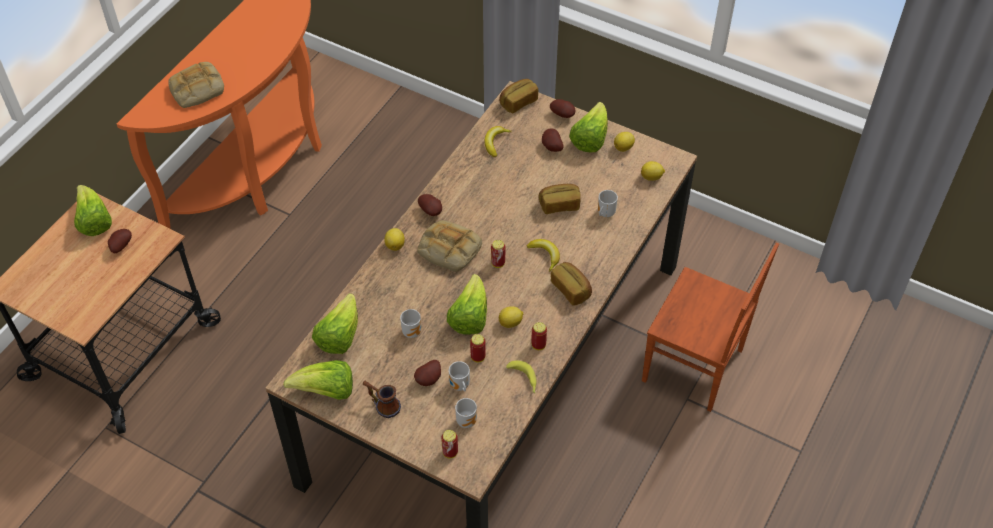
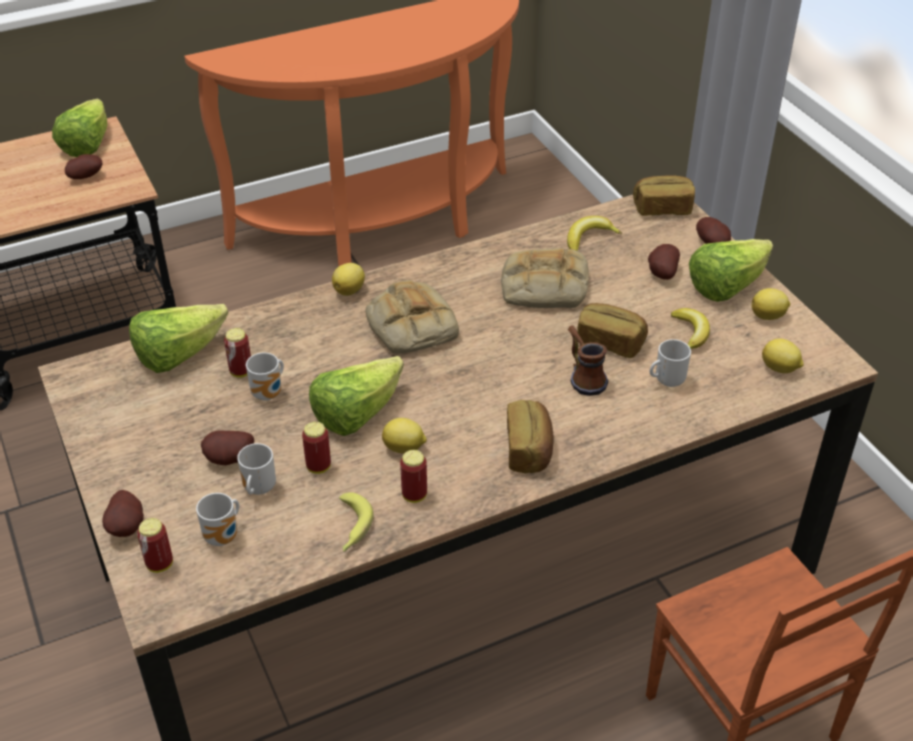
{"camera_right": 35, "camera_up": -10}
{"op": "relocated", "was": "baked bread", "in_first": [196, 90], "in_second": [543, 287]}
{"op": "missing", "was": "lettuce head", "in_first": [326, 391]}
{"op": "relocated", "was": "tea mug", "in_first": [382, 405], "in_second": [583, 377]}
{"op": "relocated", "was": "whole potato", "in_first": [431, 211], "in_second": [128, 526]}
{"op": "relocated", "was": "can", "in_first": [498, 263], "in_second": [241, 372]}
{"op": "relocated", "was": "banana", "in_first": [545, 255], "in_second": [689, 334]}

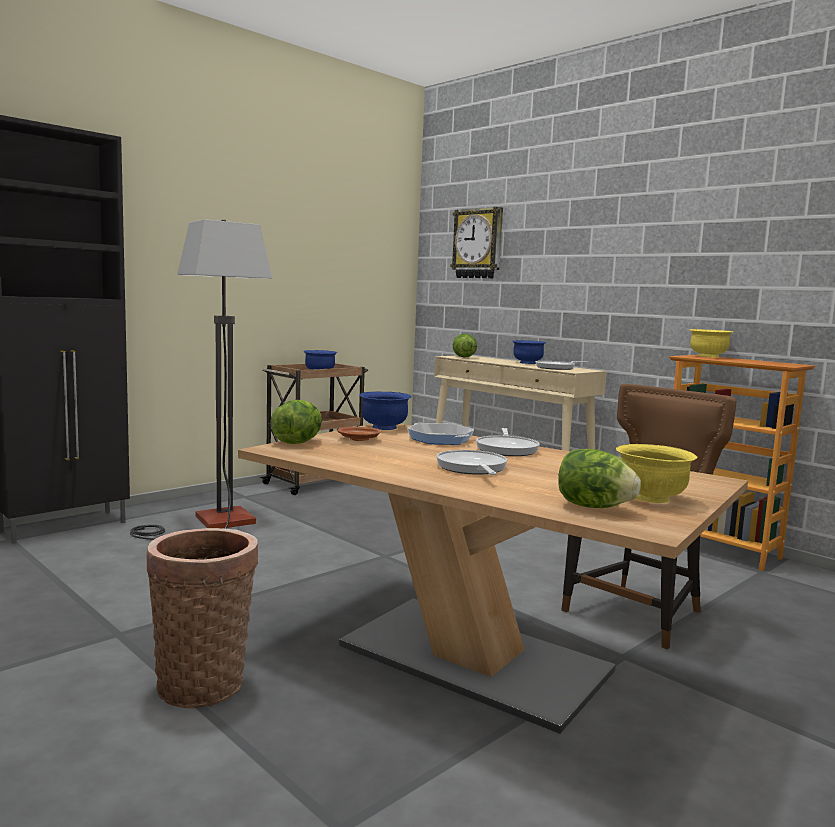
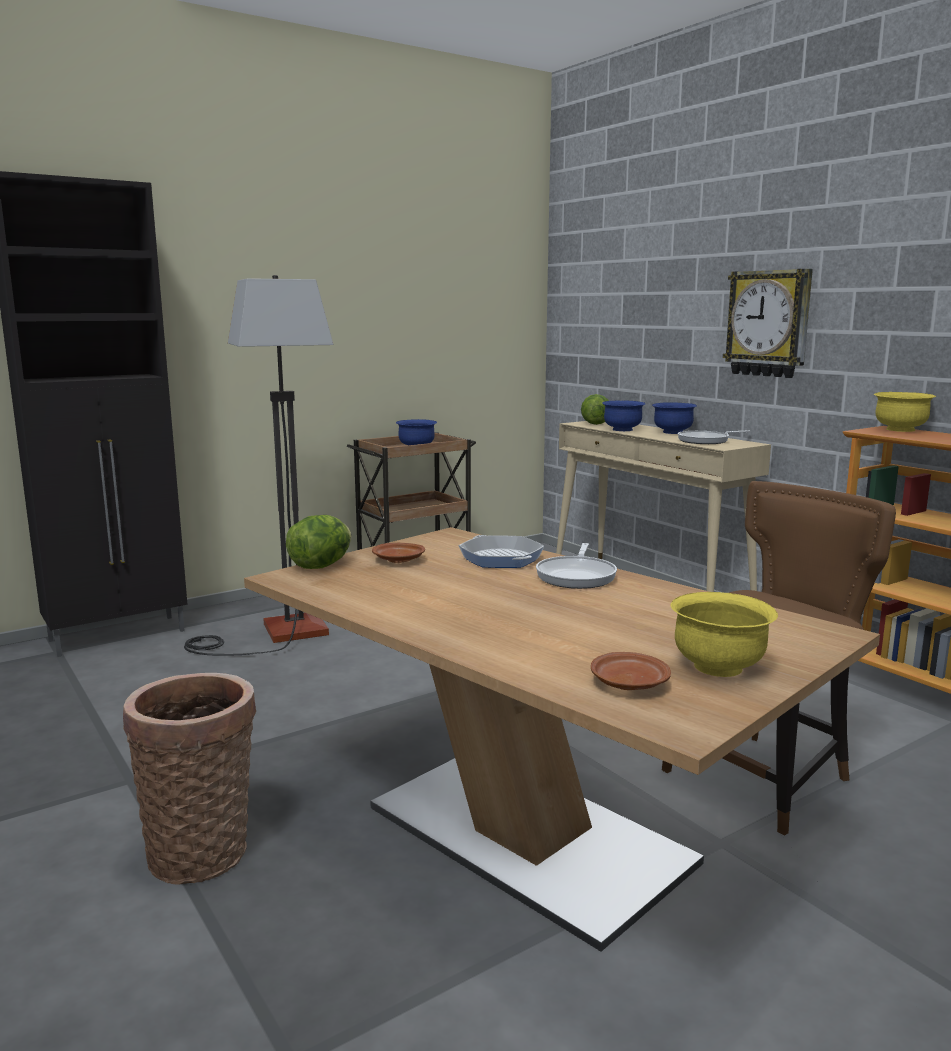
{"camera_right": 10, "camera_up": 5}
{"op": "relocated", "was": "bluish deep dish", "in_first": [384, 427], "in_second": [622, 430]}
{"op": "missing", "was": "frying pan", "in_first": [472, 468]}
{"op": "relocated", "was": "hanging clock", "in_first": [478, 244], "in_second": [768, 323]}
{"op": "exchanged", "was": "lettuce head", "now": "brown dinner plate", "in_first": [593, 507], "in_second": [628, 683]}

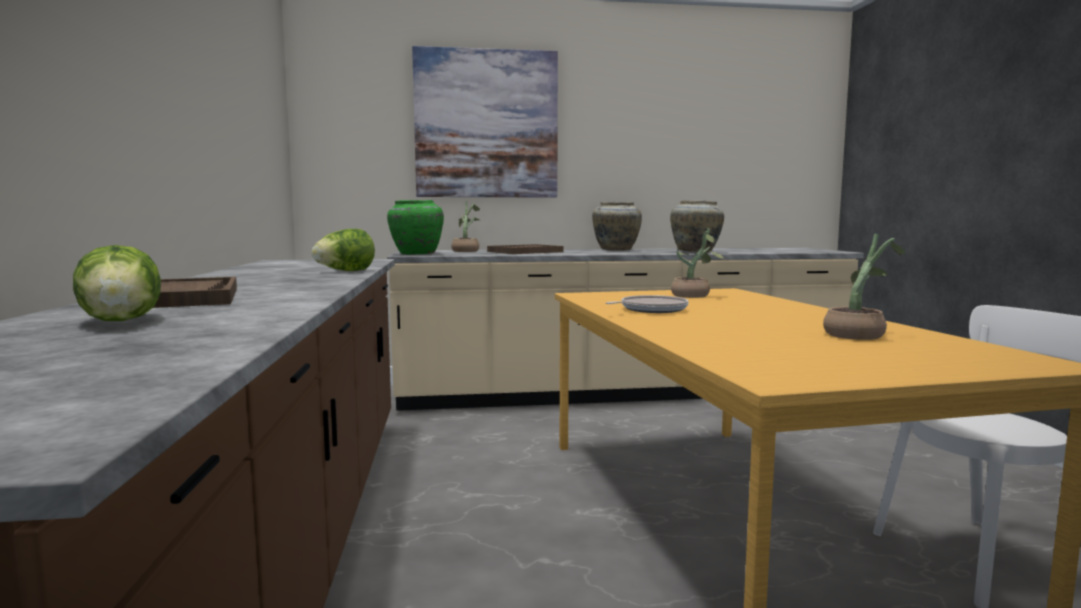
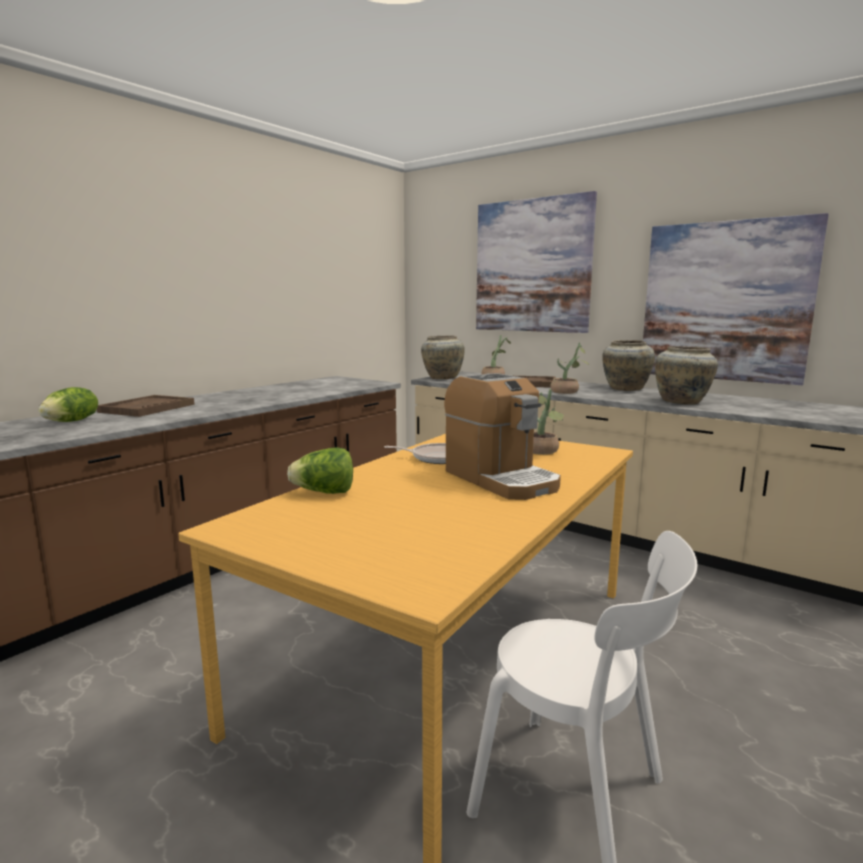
{"camera_right": 45, "camera_up": 5}
{"op": "relocated", "was": "lettuce head", "in_first": [345, 271], "in_second": [324, 492]}
{"op": "colour", "was": "greenish flower vase", "now": "sand-coloured flower vase", "in_first": [415, 254], "in_second": [442, 378]}
{"op": "relocated", "was": "plant in a pot", "in_first": [859, 334], "in_second": [568, 392]}
{"op": "appeared", "now": "coffee maker", "in_second": [501, 479]}
{"op": "appeared", "now": "wall picture", "in_second": [725, 302]}

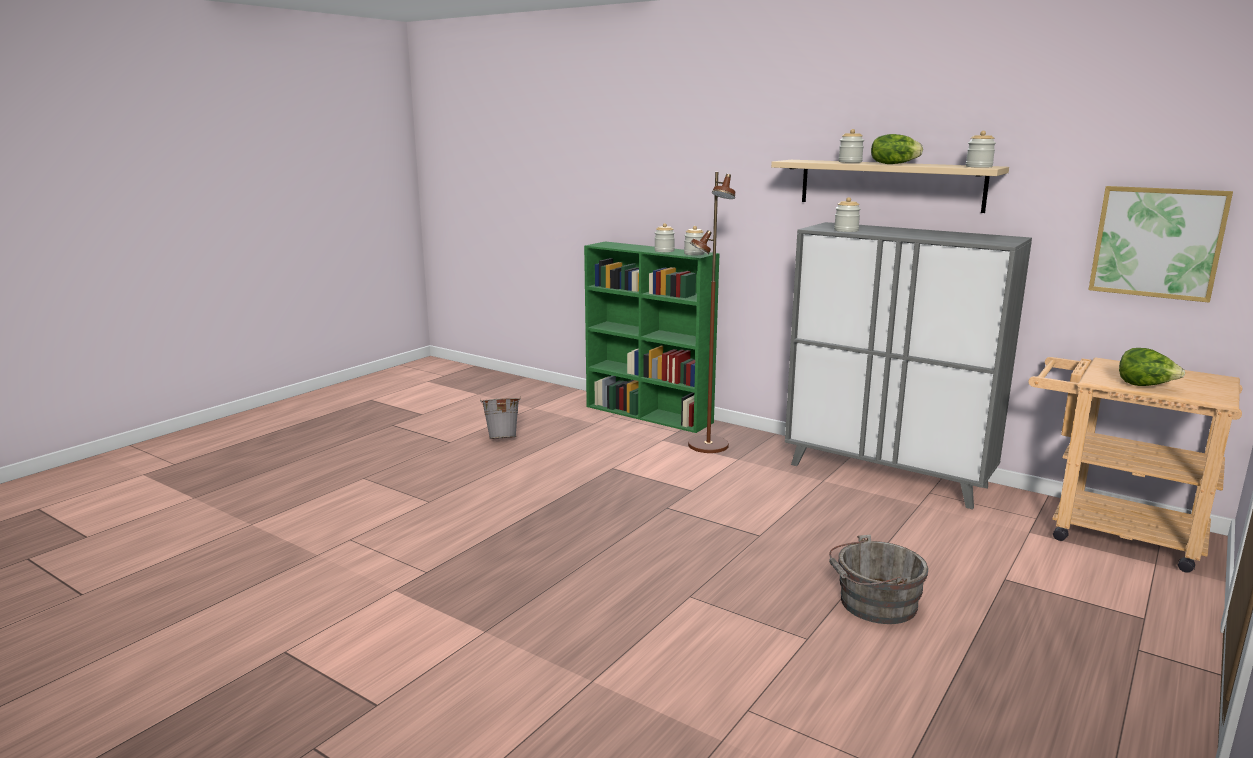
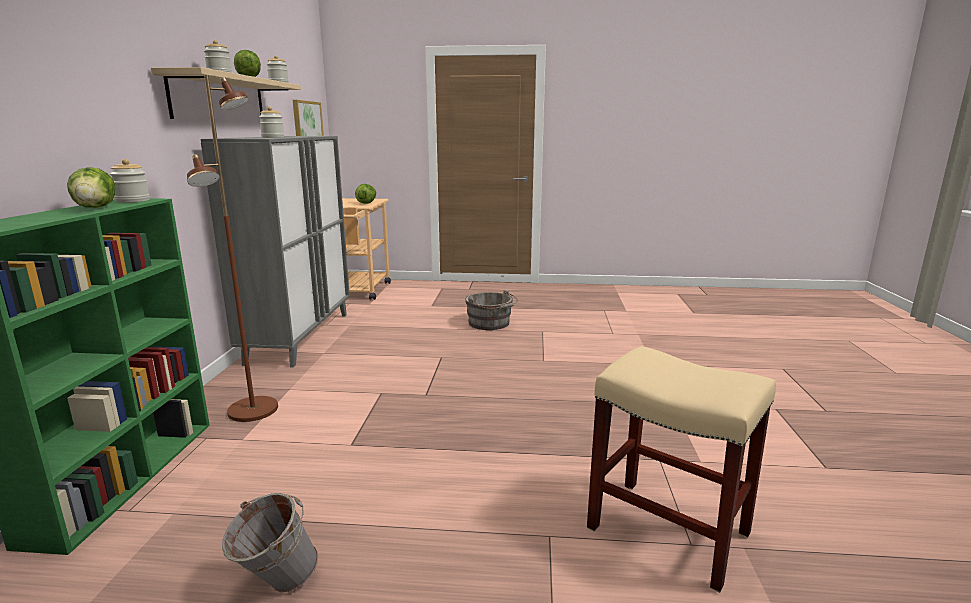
{"camera_right": -120, "camera_up": 0}
{"op": "exchanged", "was": "jar", "now": "lettuce head", "in_first": [664, 251], "in_second": [97, 207]}
{"op": "appeared", "now": "sand-coloured sitting stool", "in_second": [669, 530]}

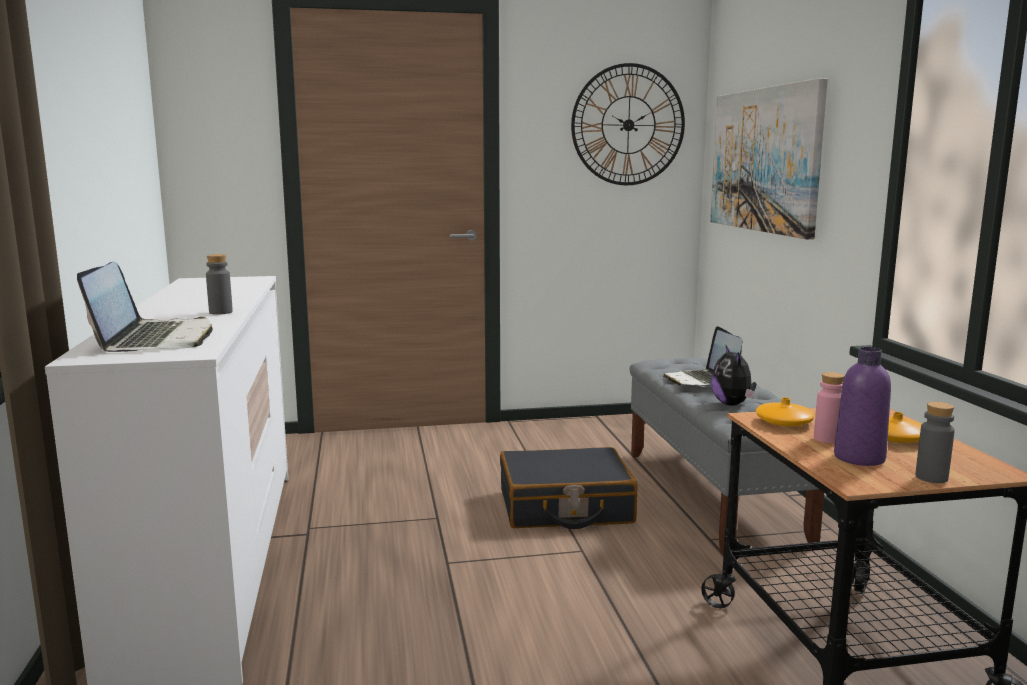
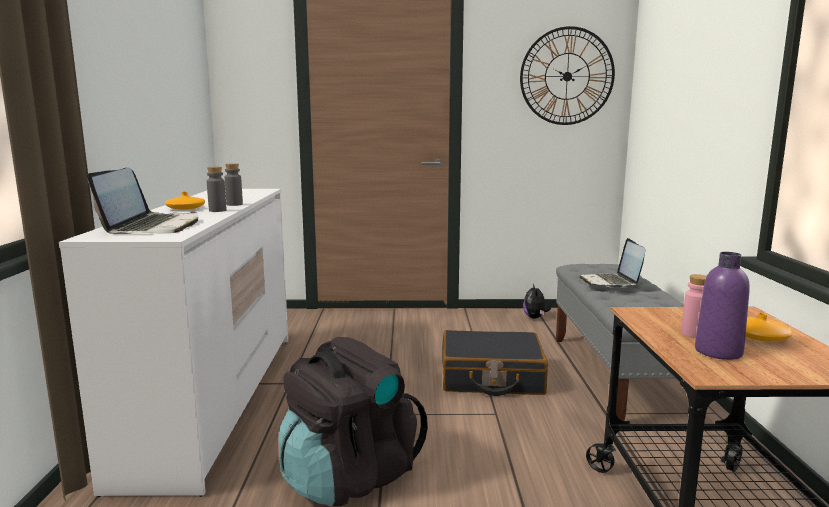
{"camera_right": 10, "camera_up": 0}
{"op": "missing", "was": "wall picture", "in_first": [764, 160]}
{"op": "relocated", "was": "cuddly toy", "in_first": [732, 404], "in_second": [535, 317]}
{"op": "relocated", "was": "orange-coloured flower vase", "in_first": [784, 422], "in_second": [185, 208]}
{"op": "relocated", "was": "grey bottle", "in_first": [931, 477], "in_second": [234, 204]}
{"op": "appeared", "now": "black-coloured rucksack", "in_second": [349, 476]}

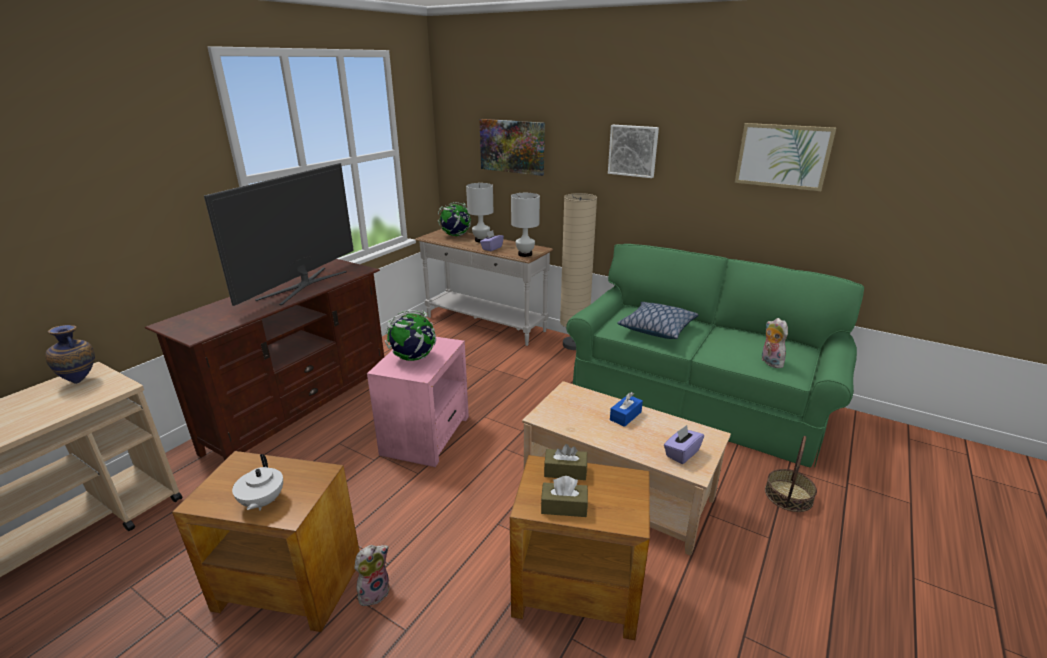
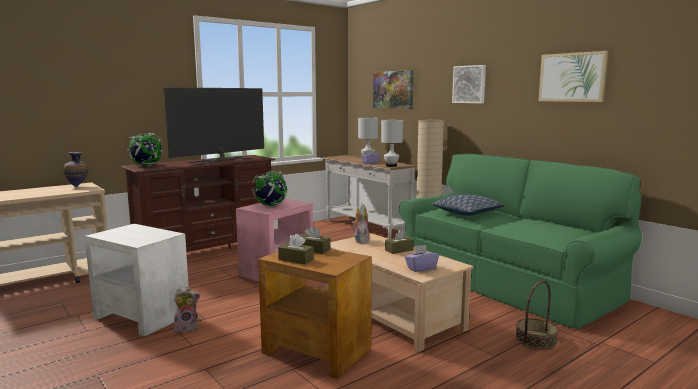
{"camera_right": 20, "camera_up": -15}
{"op": "colour", "was": "brown side table", "now": "whitish side table", "in_first": [288, 583], "in_second": [142, 316]}
{"op": "missing", "was": "whitish pot for tea", "in_first": [262, 502]}
{"op": "relocated", "was": "desk globe", "in_first": [455, 235], "in_second": [146, 166]}
{"op": "colour", "was": "bluish tissue holder", "now": "brown tissue holder", "in_first": [625, 416], "in_second": [399, 250]}
{"op": "relocated", "was": "cuddly toy", "in_first": [769, 362], "in_second": [360, 240]}

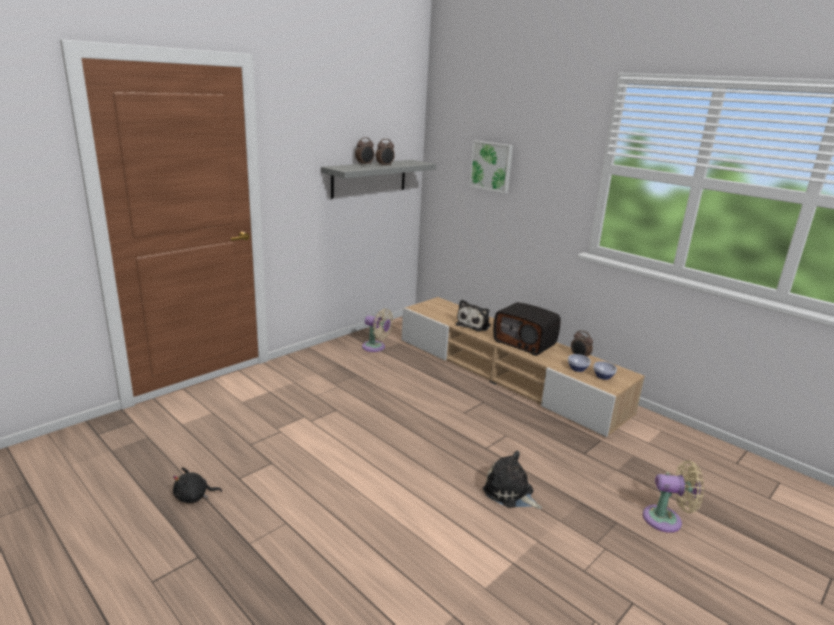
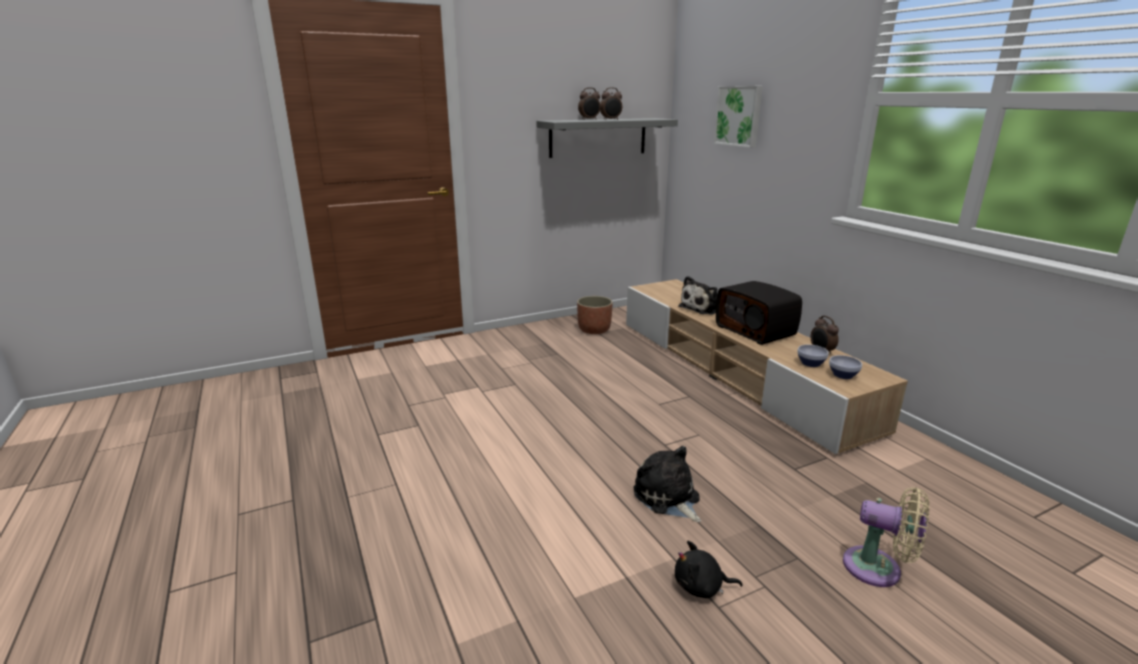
{"camera_right": 20, "camera_up": 0}
{"op": "relocated", "was": "black-coloured cuddly toy", "in_first": [194, 497], "in_second": [701, 587]}
{"op": "exchanged", "was": "sand-coloured fan", "now": "plant pot", "in_first": [375, 347], "in_second": [594, 330]}

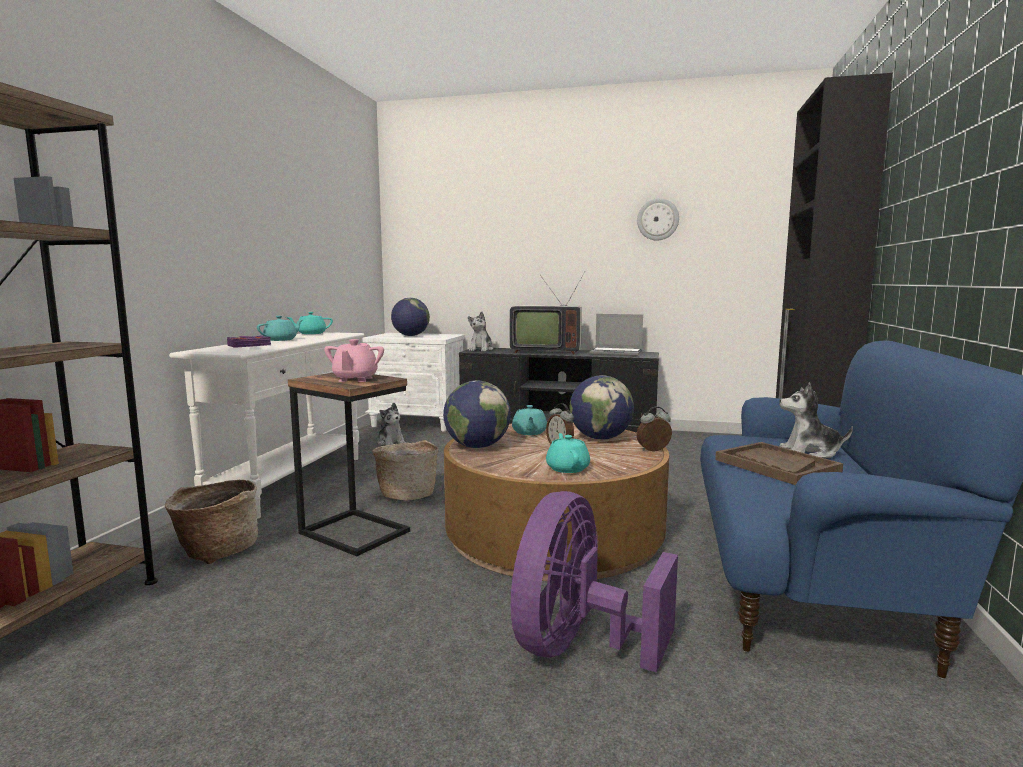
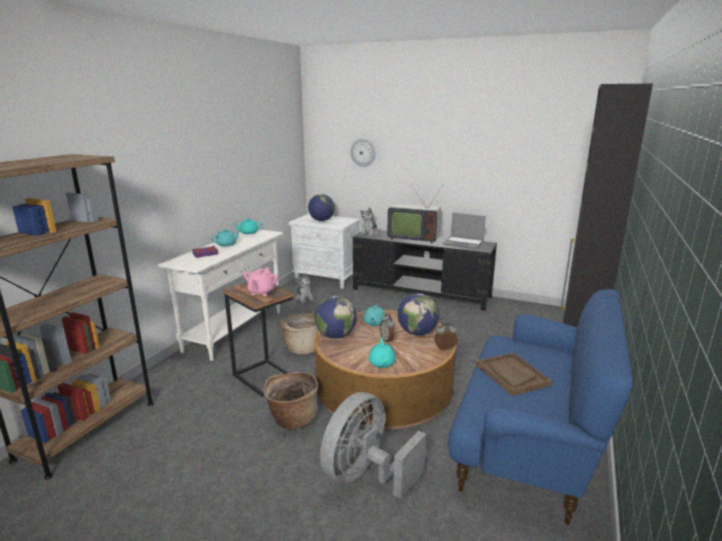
{"camera_right": 10, "camera_up": 10}
{"op": "relocated", "was": "household basket", "in_first": [216, 551], "in_second": [292, 419]}
{"op": "colour", "was": "purple fan", "now": "grey fan", "in_first": [578, 646], "in_second": [366, 476]}
{"op": "relocated", "was": "hanging clock", "in_first": [658, 219], "in_second": [363, 152]}
{"op": "missing", "was": "cuddly toy", "in_first": [810, 452]}

